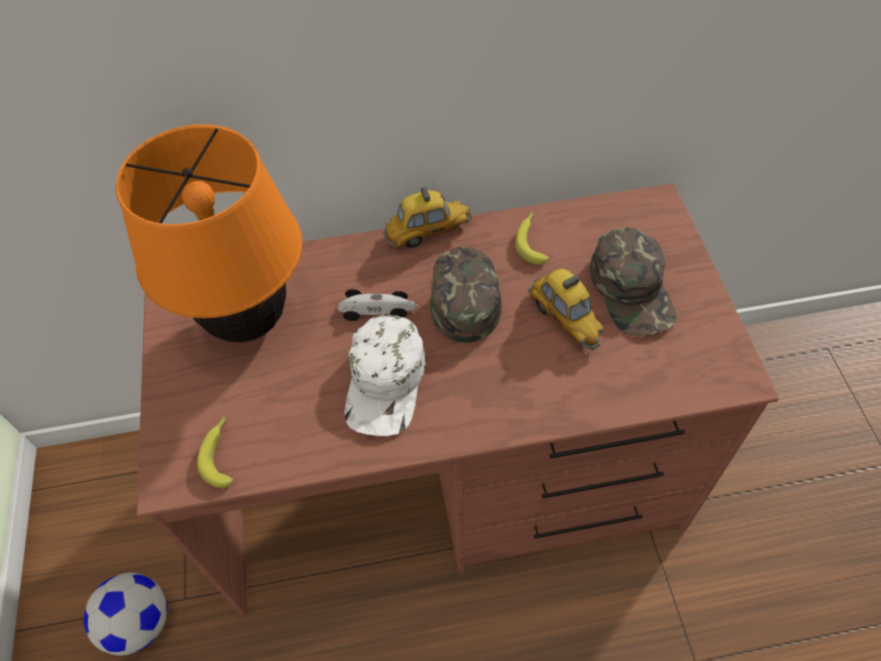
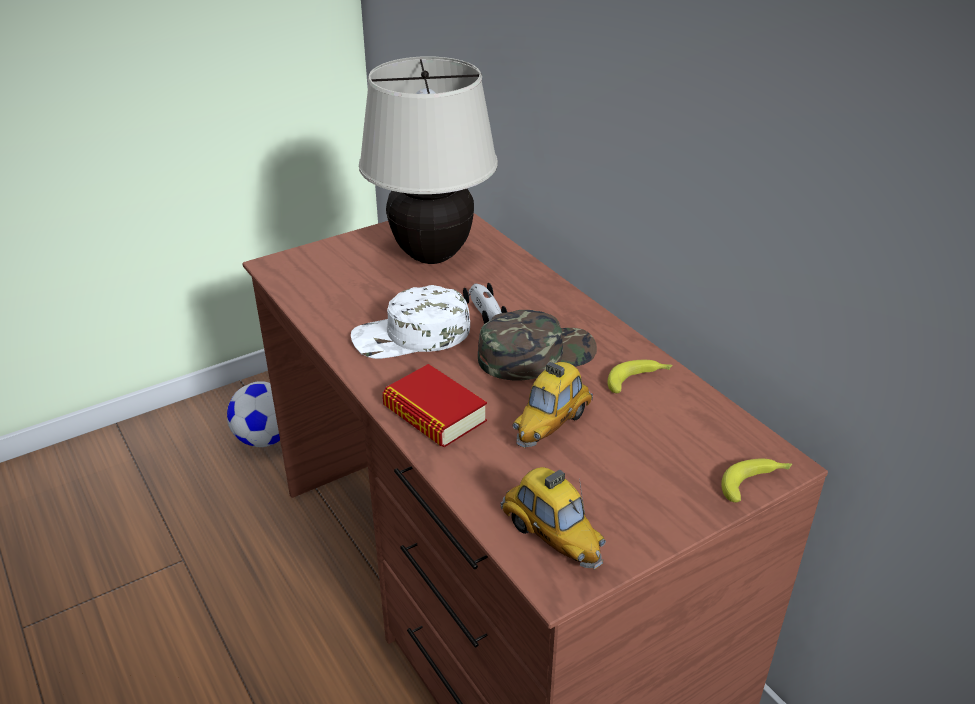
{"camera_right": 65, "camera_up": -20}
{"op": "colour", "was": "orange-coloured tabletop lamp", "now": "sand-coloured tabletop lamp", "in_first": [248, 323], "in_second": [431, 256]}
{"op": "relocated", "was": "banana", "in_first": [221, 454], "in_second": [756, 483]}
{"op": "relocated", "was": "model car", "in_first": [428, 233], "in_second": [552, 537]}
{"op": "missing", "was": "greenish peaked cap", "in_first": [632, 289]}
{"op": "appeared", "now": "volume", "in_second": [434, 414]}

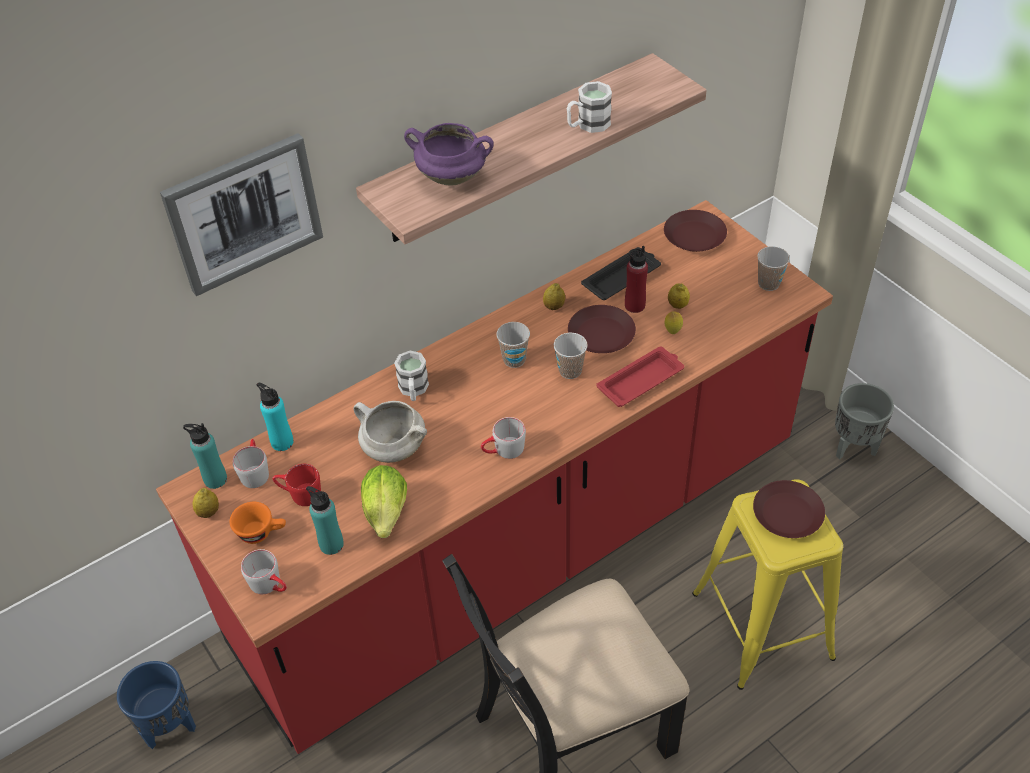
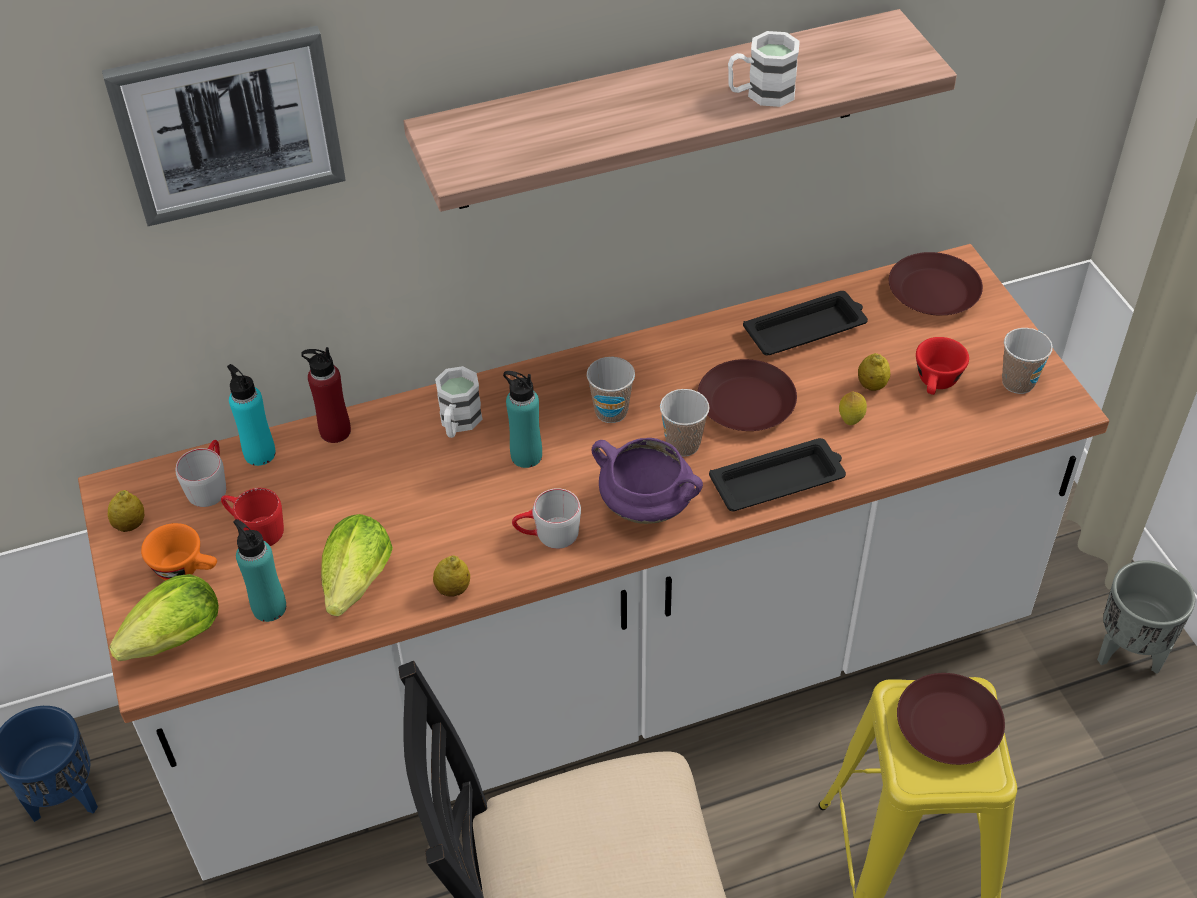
{"camera_right": 15, "camera_up": 0}
{"op": "colour", "was": "red kitchen counter", "now": "whitish kitchen counter", "in_first": [522, 546], "in_second": [603, 676]}
{"op": "relocated", "was": "turquoise bottle", "in_first": [215, 479], "in_second": [526, 456]}
{"op": "exchanged", "was": "grey tea mug", "now": "lettuce head", "in_first": [270, 585], "in_second": [170, 643]}
{"op": "missing", "was": "whitish cooking pot", "in_first": [393, 449]}
{"op": "relocated", "was": "purple cooking pot", "in_first": [453, 177], "in_second": [648, 505]}
{"op": "relocated", "was": "whole lemon", "in_first": [554, 307], "in_second": [453, 589]}
{"op": "colour", "was": "red tray", "now": "black-coloured tray", "in_first": [641, 380], "in_second": [779, 481]}
{"op": "relocated", "was": "red bottle", "in_first": [634, 305], "in_second": [335, 431]}
{"op": "appeared", "now": "red cup", "in_second": [936, 384]}

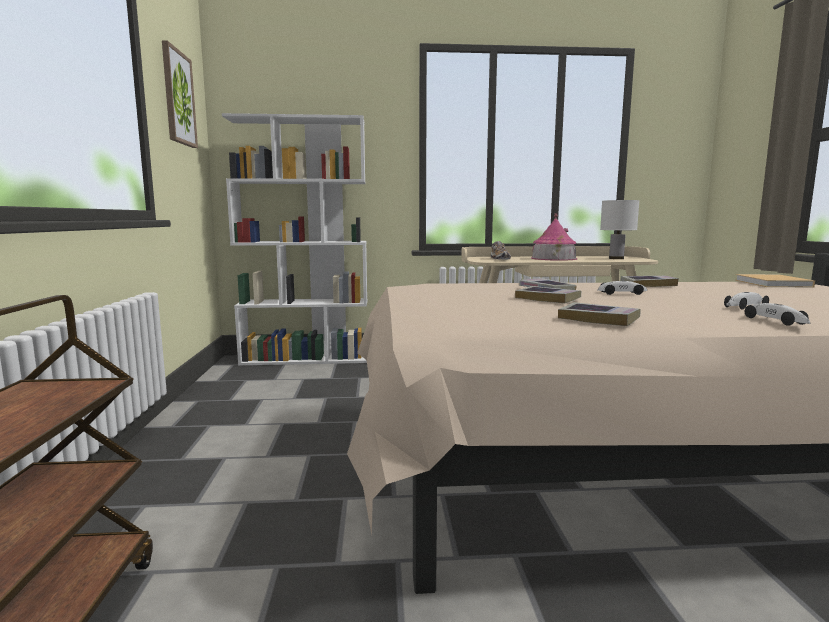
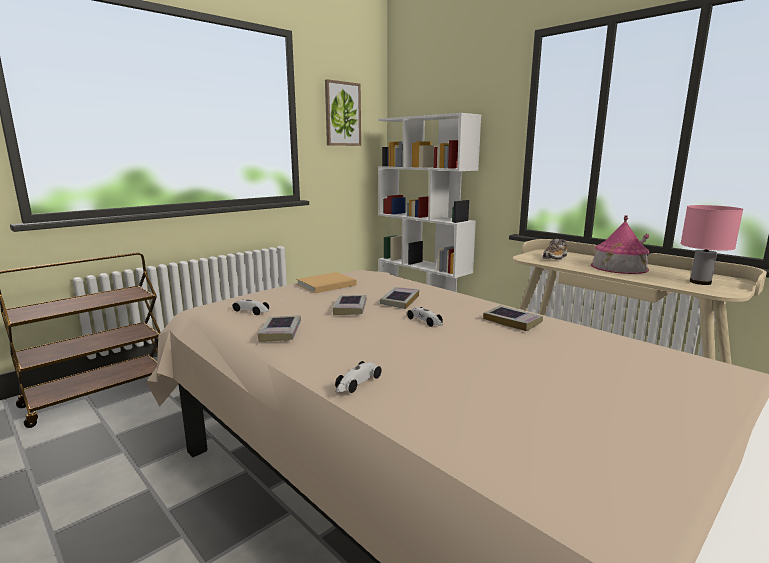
{"camera_right": 50, "camera_up": 5}
{"op": "colour", "was": "whitish tabletop lamp", "now": "pink tabletop lamp", "in_first": [615, 258], "in_second": [699, 282]}
{"op": "relocated", "was": "model car", "in_first": [744, 307], "in_second": [250, 311]}
{"op": "relocated", "was": "sand-coloured volume", "in_first": [773, 284], "in_second": [325, 285]}

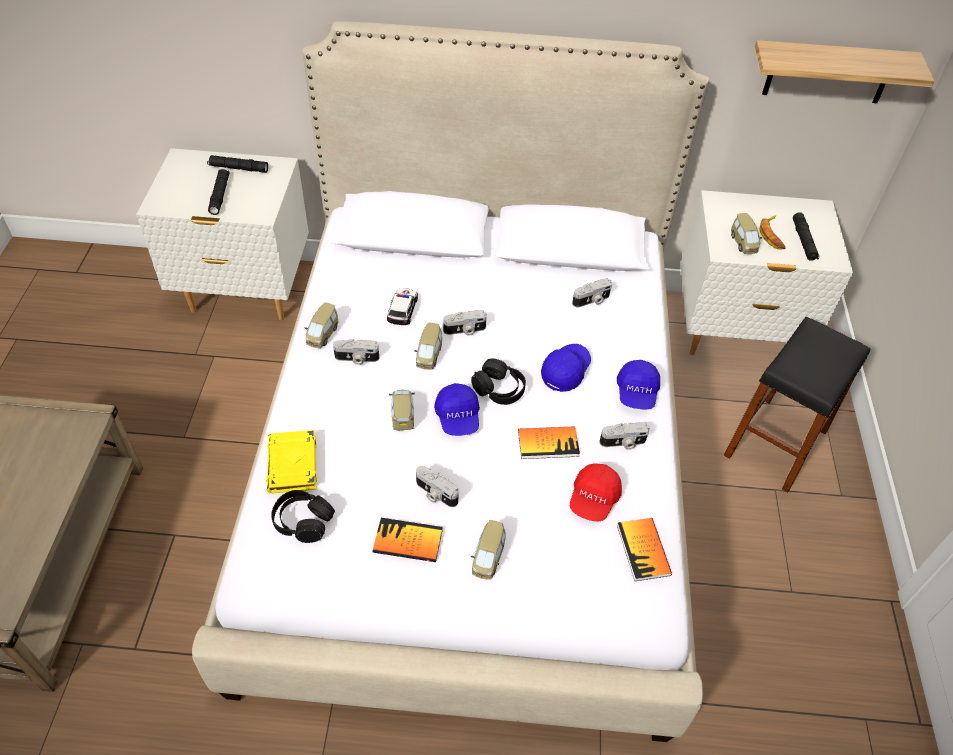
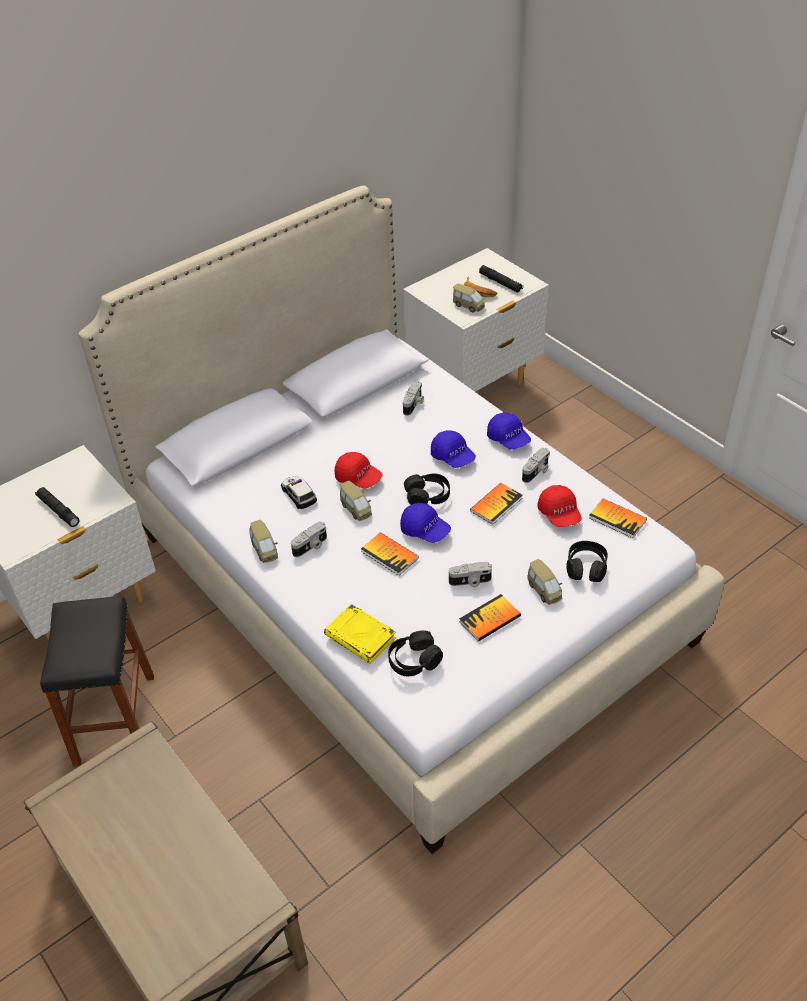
{"camera_right": -40, "camera_up": -5}
{"op": "missing", "was": "black-coloured torch", "in_first": [238, 168]}
{"op": "exchanged", "was": "model car", "now": "volume", "in_first": [402, 415], "in_second": [389, 555]}
{"op": "exchanged", "was": "still camera", "now": "red peaked cap", "in_first": [465, 330], "in_second": [358, 478]}
{"op": "spun", "was": "bluish peaked cap", "in_first": [565, 371], "in_second": [453, 457], "clockwise": 150}
{"op": "relocated", "was": "black-coloured sitting stool", "in_first": [776, 443], "in_second": [115, 719]}
{"op": "missing", "was": "wall shelf", "in_first": [828, 72]}
{"op": "appeared", "now": "black-coloured headset", "in_second": [586, 567]}

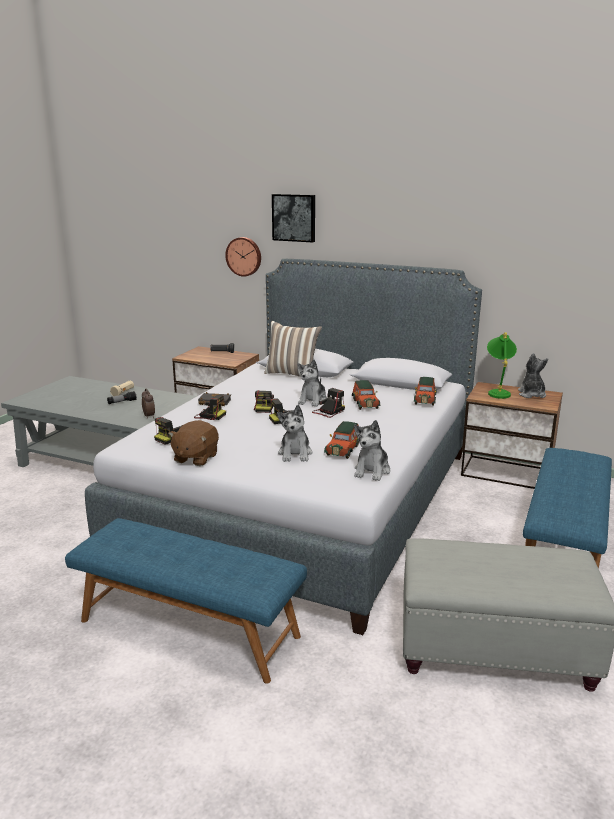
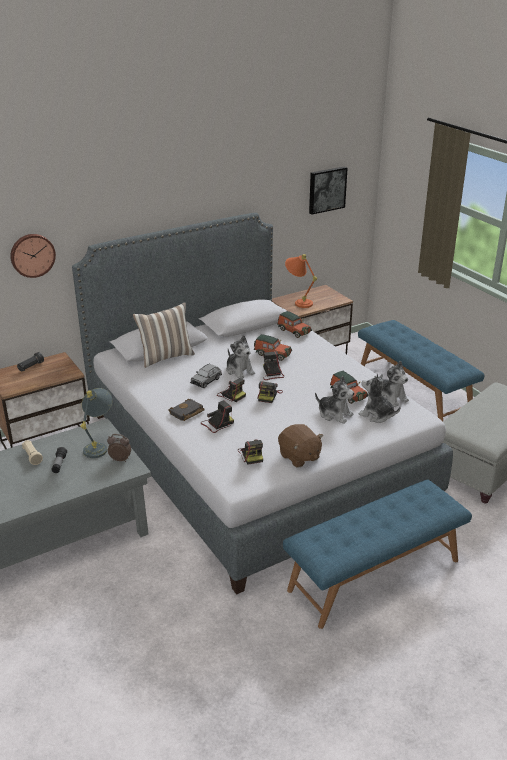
{"camera_right": -55, "camera_up": 10}
{"op": "relocated", "was": "wall picture", "in_first": [294, 217], "in_second": [326, 189]}
{"op": "colour", "was": "greenish tabletop lamp", "now": "orange-coloured tabletop lamp", "in_first": [498, 392], "in_second": [298, 302]}
{"op": "relocated", "was": "cuddly toy", "in_first": [531, 395], "in_second": [376, 415]}
{"op": "appeared", "now": "grey tabletop lamp", "in_second": [99, 446]}
{"op": "appeared", "now": "grey model car", "in_second": [206, 381]}

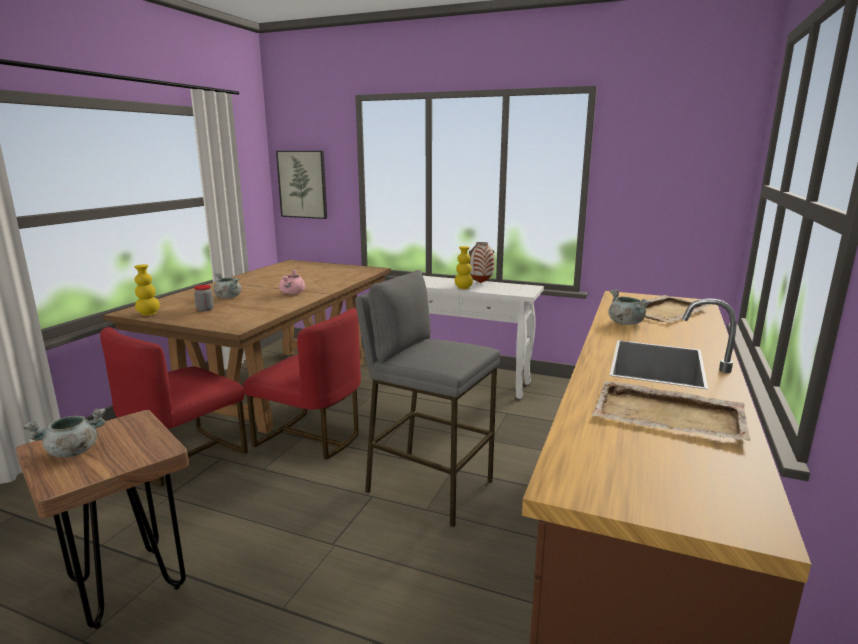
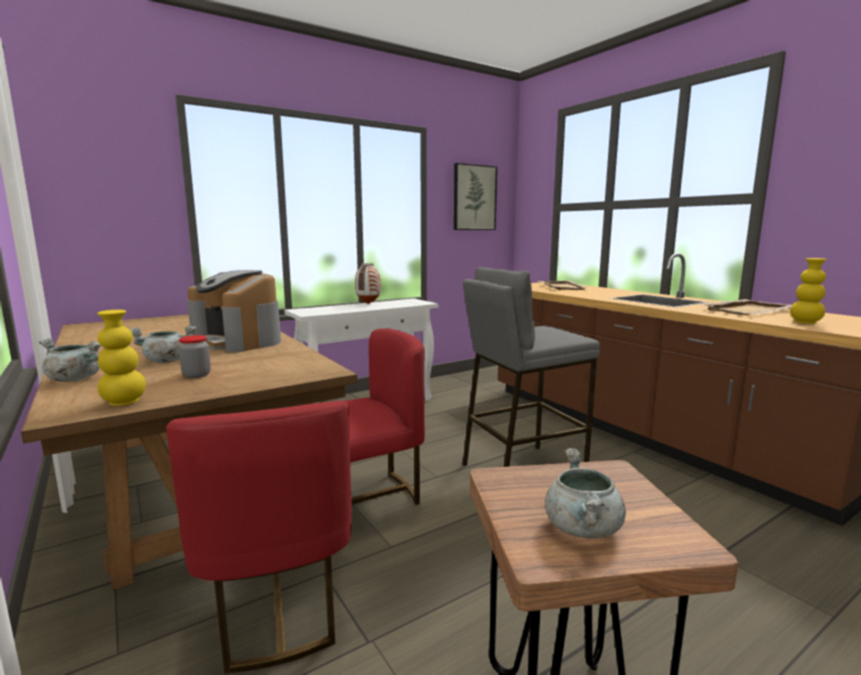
{"camera_right": -55, "camera_up": -5}
{"op": "relocated", "was": "wall picture", "in_first": [303, 184], "in_second": [474, 197]}
{"op": "exchanged", "was": "pink cooking pot", "now": "coffee maker", "in_first": [292, 293], "in_second": [238, 341]}
{"op": "relocated", "was": "yellowish flower vase", "in_first": [463, 288], "in_second": [805, 322]}
{"op": "relocated", "was": "grey cooking pot", "in_first": [625, 323], "in_second": [74, 379]}

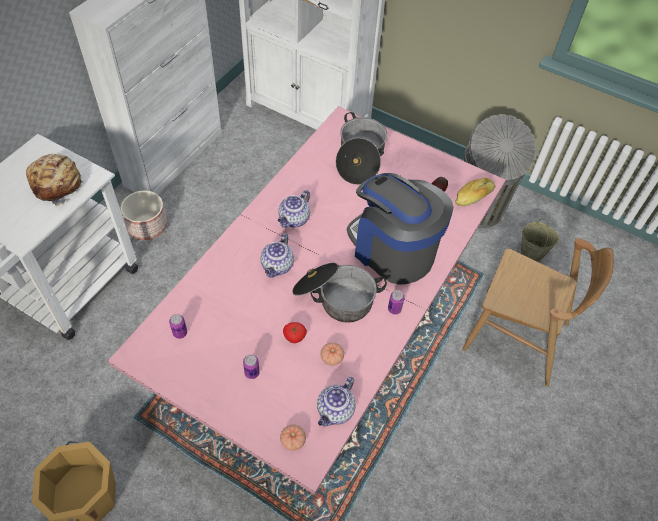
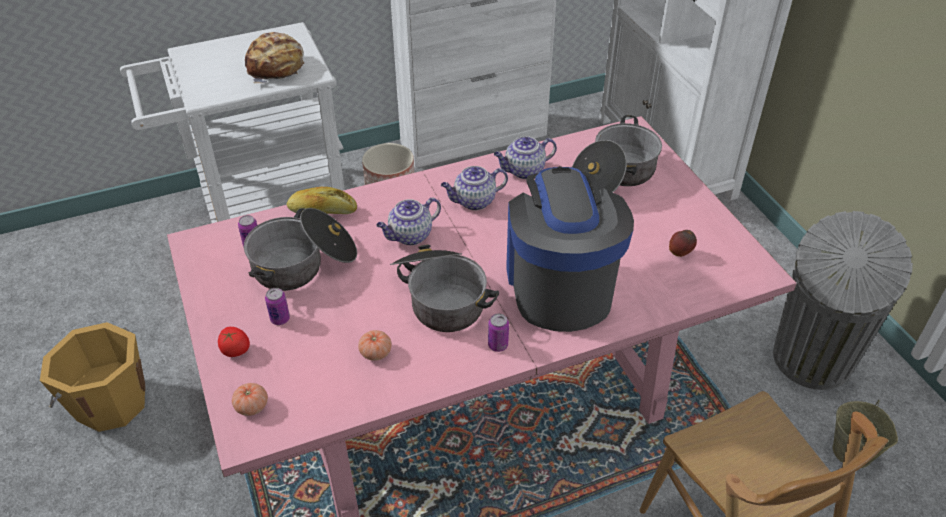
{"camera_right": 40, "camera_up": -10}
{"op": "relocated", "was": "fresh tomato", "in_first": [294, 337], "in_second": [235, 350]}
{"op": "relocated", "was": "pot for tea", "in_first": [335, 411], "in_second": [523, 171]}
{"op": "relocated", "was": "baked bread", "in_first": [473, 197], "in_second": [322, 211]}
{"op": "appeared", "now": "cooking pot", "in_second": [303, 264]}

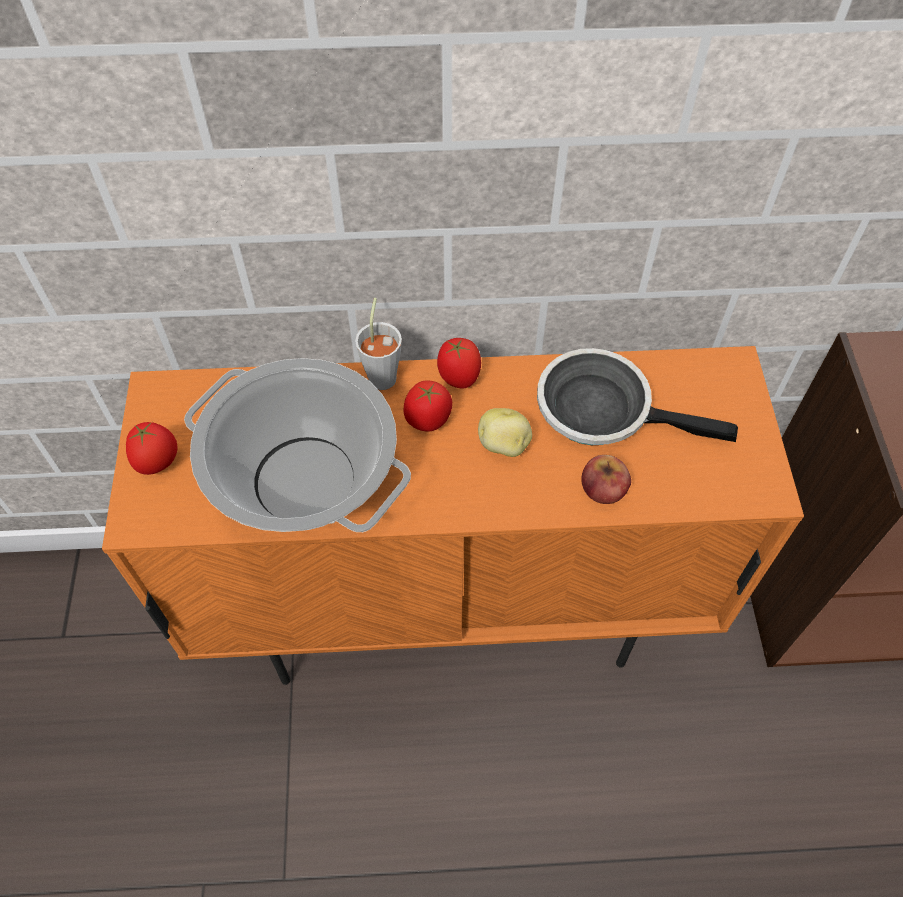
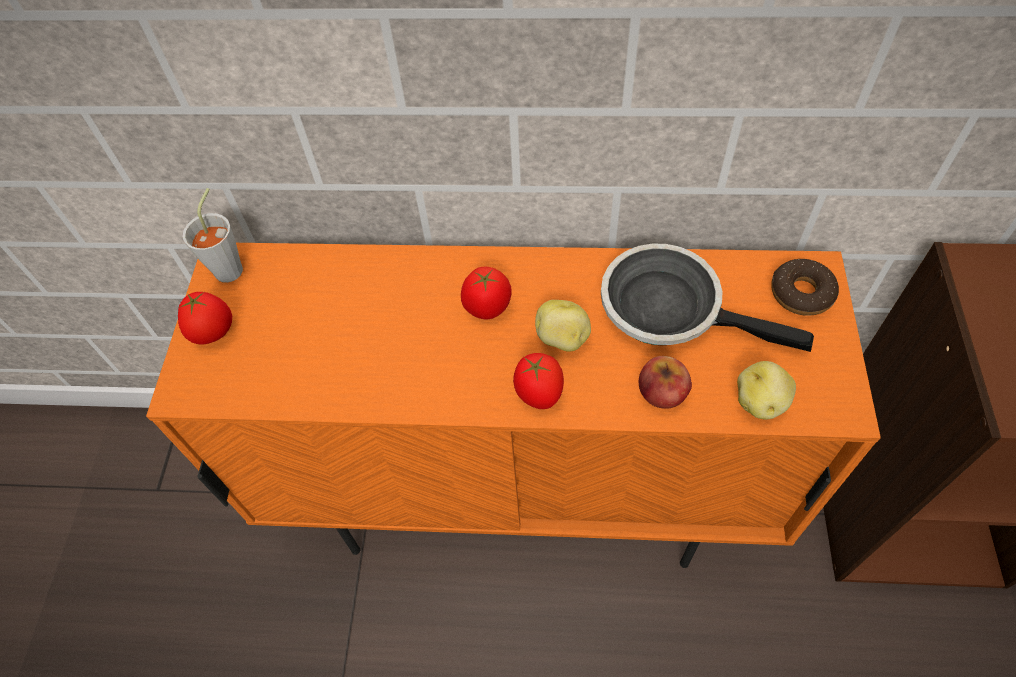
{"camera_right": 10, "camera_up": 0}
{"op": "missing", "was": "cooking pot", "in_first": [303, 481]}
{"op": "relocated", "was": "grey cup", "in_first": [383, 373], "in_second": [231, 265]}
{"op": "relocated", "was": "fresh tomato", "in_first": [458, 378], "in_second": [538, 394]}
{"op": "appeared", "now": "whole potato", "in_second": [760, 401]}
{"op": "appeared", "now": "doughnut", "in_second": [801, 293]}

